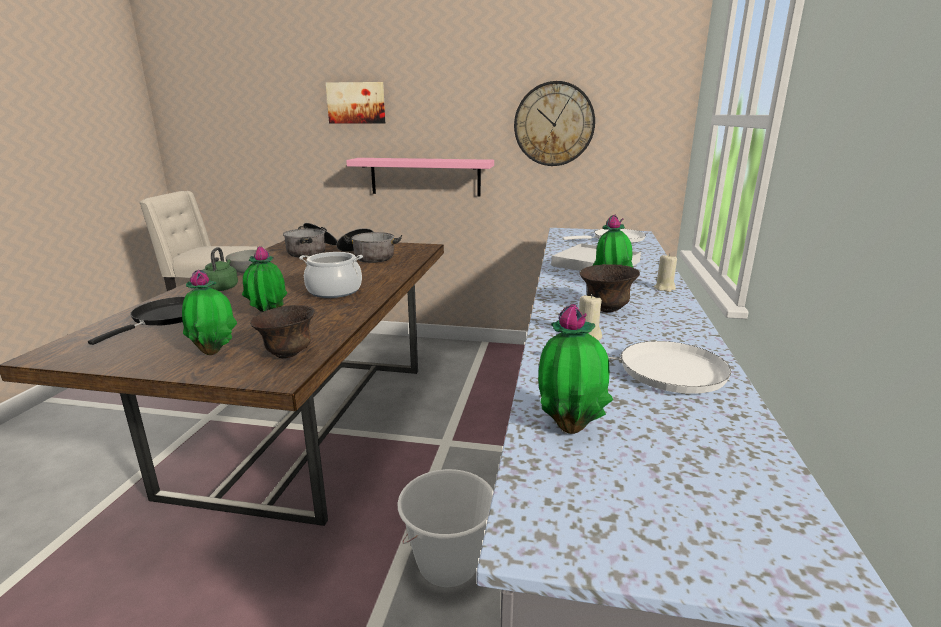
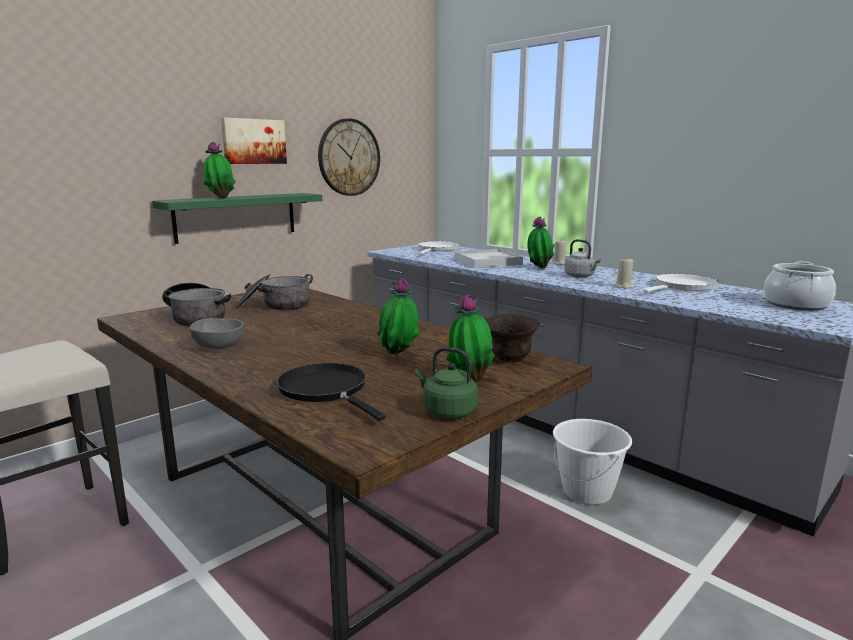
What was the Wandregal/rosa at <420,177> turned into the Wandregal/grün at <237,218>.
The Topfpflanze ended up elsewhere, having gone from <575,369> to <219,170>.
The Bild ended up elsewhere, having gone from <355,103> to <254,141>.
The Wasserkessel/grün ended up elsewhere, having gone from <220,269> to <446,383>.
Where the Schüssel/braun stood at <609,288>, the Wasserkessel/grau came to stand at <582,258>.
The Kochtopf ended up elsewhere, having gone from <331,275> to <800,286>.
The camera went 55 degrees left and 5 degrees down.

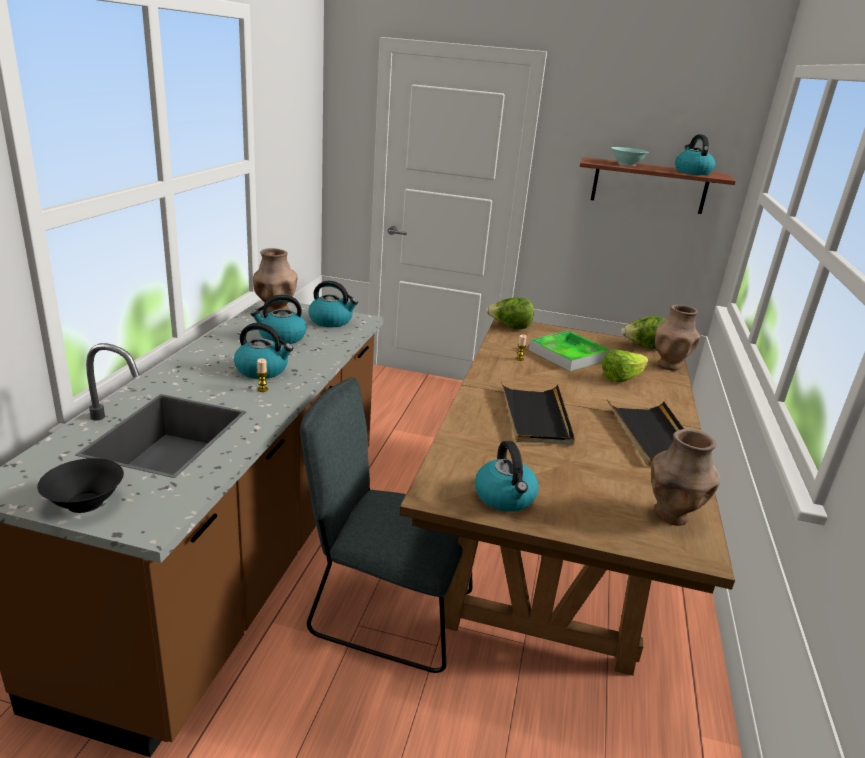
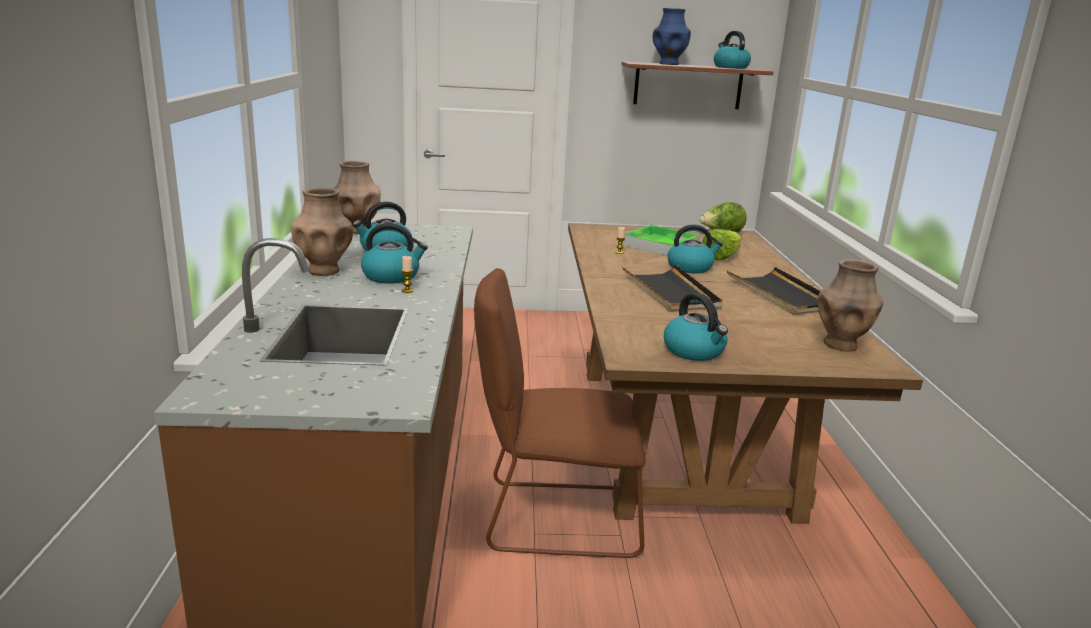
The Vase/braun ended up elsewhere, having gone from <677,338> to <322,232>.
What was the Stuhl/grau at <386,525> turned into the Stuhl/braun at <560,413>.
Where the Schüssel/türkis stood at <630,156>, the Vase/blau came to stand at <672,36>.
The Wasserkessel ended up elsewhere, having gone from <333,304> to <695,249>.
The second view lost the Schüssel/schwarz at <80,485>.
The second view lost the Salatkopf at <510,313>.
The camera went 15 degrees left and 5 degrees down.

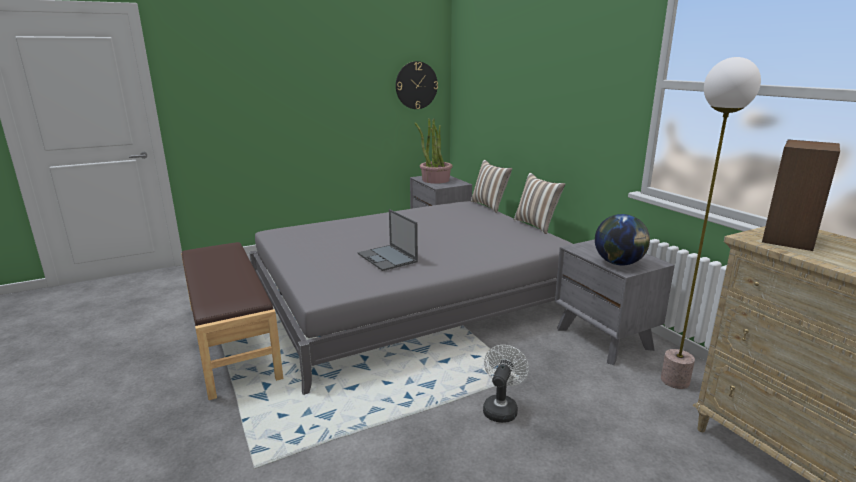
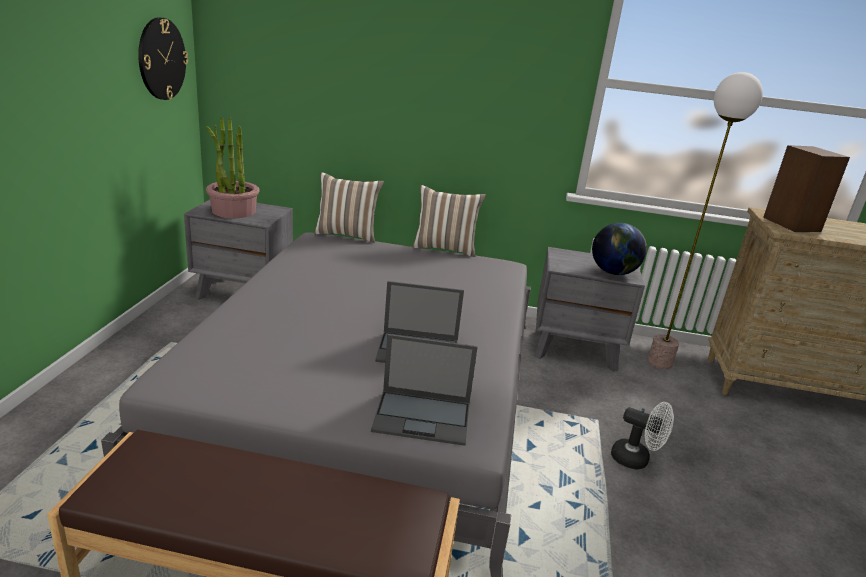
The second view gained the Laptop at <424,390>.
The Ventilator/weiß at <506,384> ended up facing another way, 150 degrees clockwise from before.
The camera went 55 degrees left and 5 degrees up.

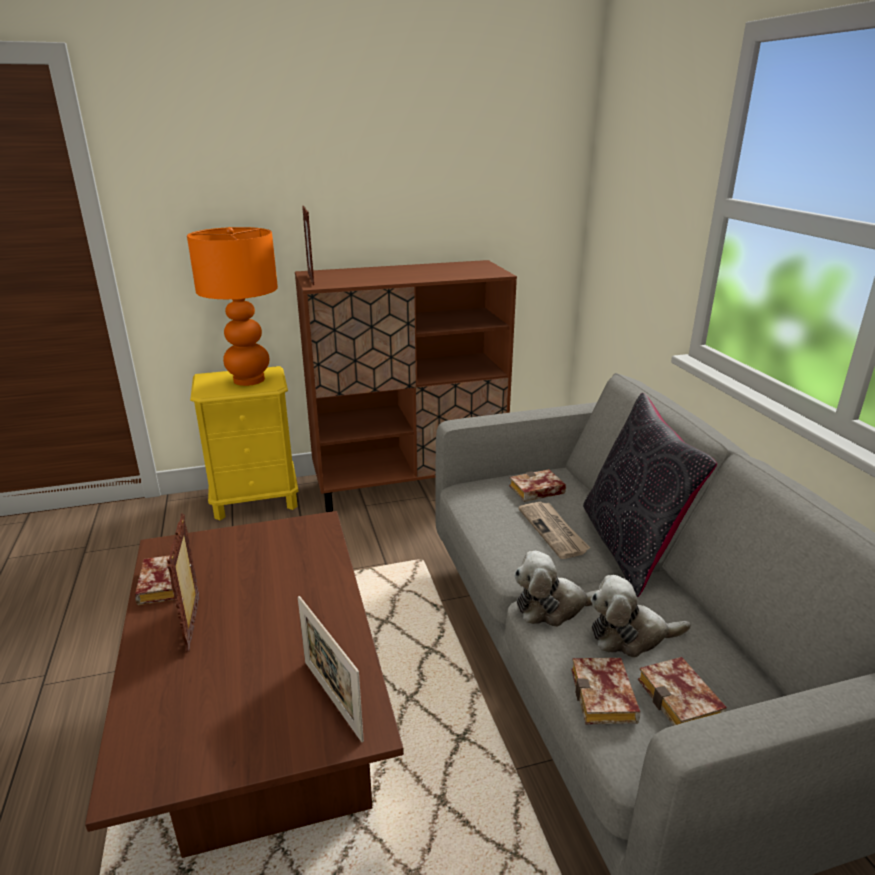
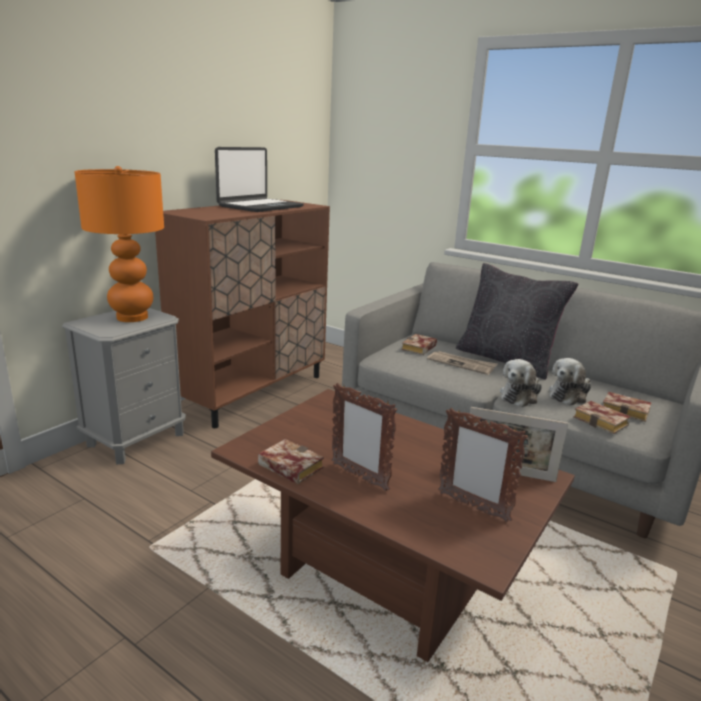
What was the Nachttisch/gelb at <244,443> turned into the Nachttisch/grau at <124,386>.
The second view gained the Laptop at <259,179>.
The Bilderrahmen ended up elsewhere, having gone from <308,245> to <483,465>.
The camera went 40 degrees left and 5 degrees down.

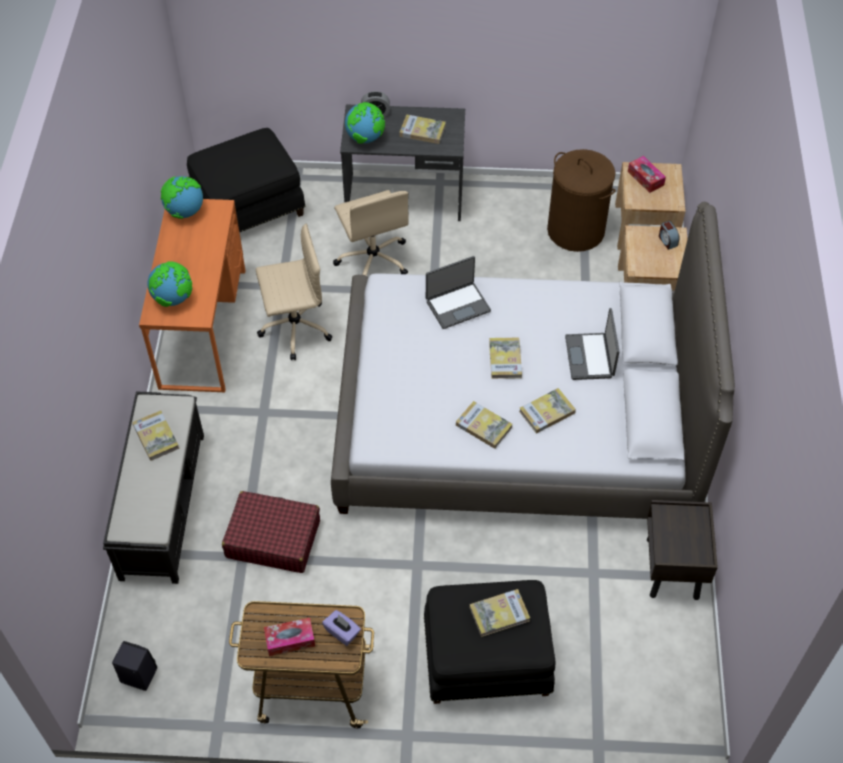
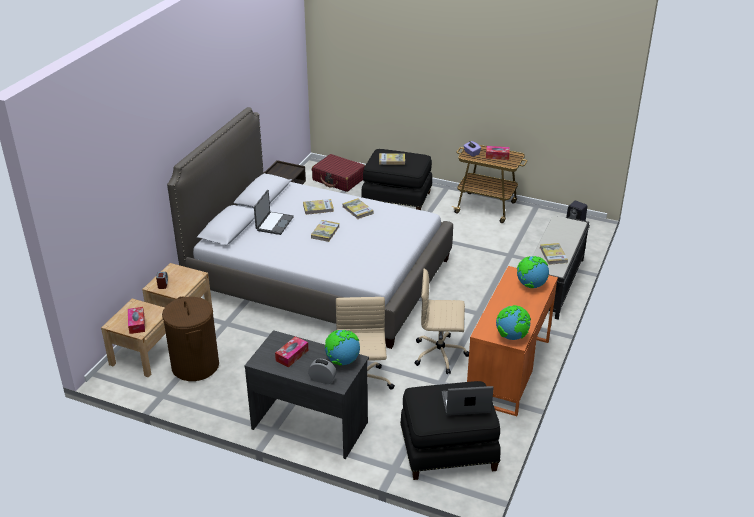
Where the Buch stood at <423,129>, the Taschentuchbox came to stand at <291,351>.
The Koffer/rot ended up elsewhere, having gone from <271,532> to <338,173>.
The Laptop ended up elsewhere, having gone from <458,292> to <468,401>.
The camera went 160 degrees left and 20 degrees down.

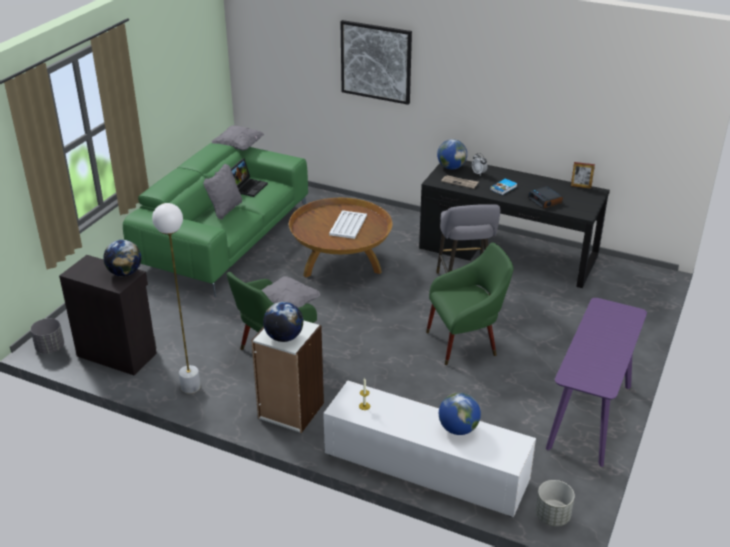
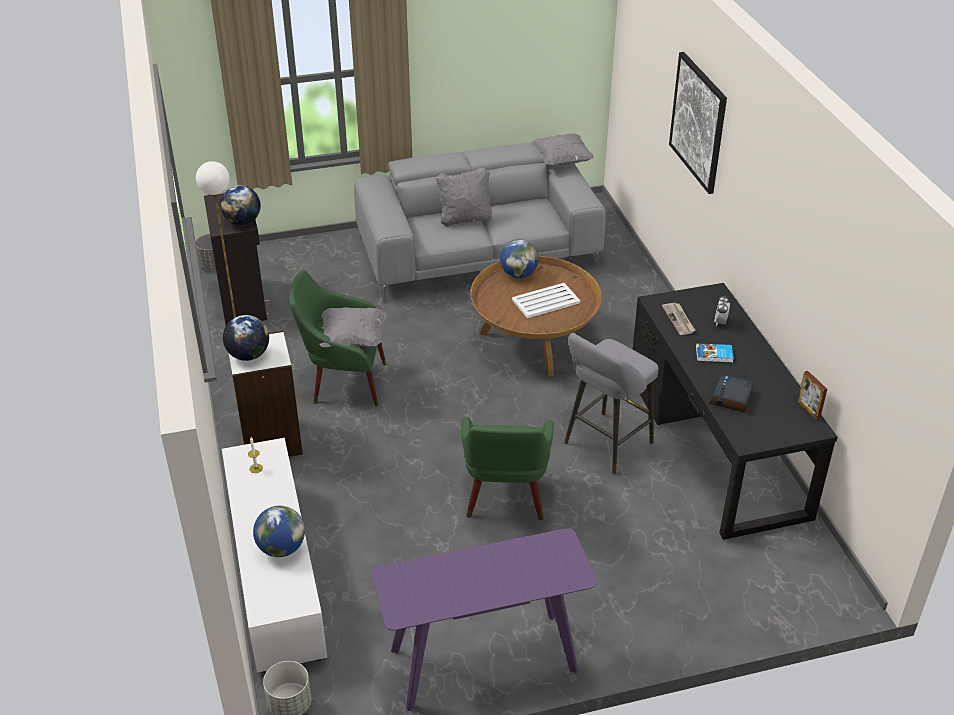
What was the Sofa/grün at <215,220> turned into the Sofa/grau at <480,222>.
The Sessel/grün at <469,303> ended up facing another way, 60 degrees clockwise from before.
The Globus ended up elsewhere, having gone from <452,154> to <519,258>.
The second view lost the Laptop at <249,177>.
The camera went 50 degrees right and 5 degrees up.

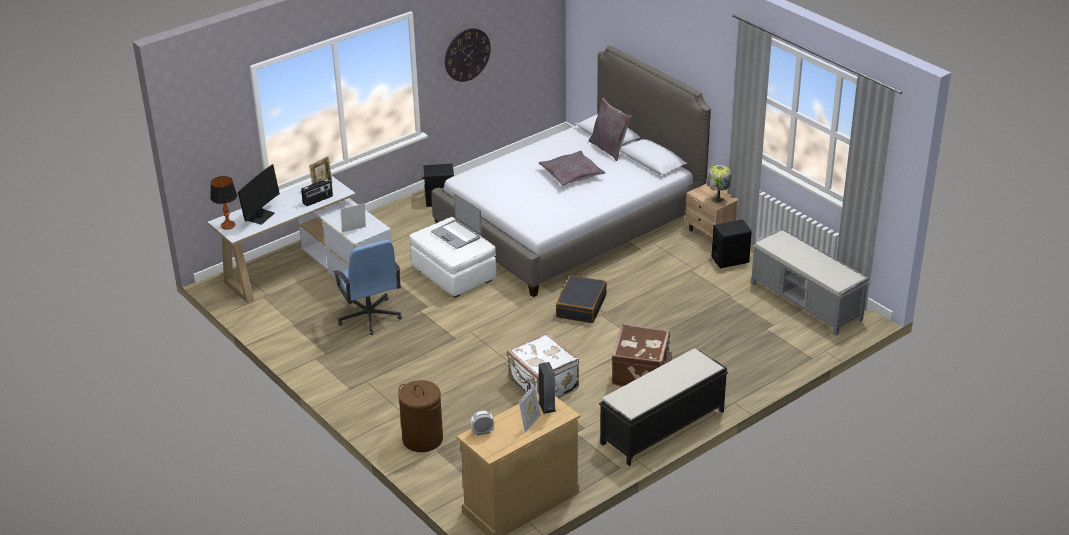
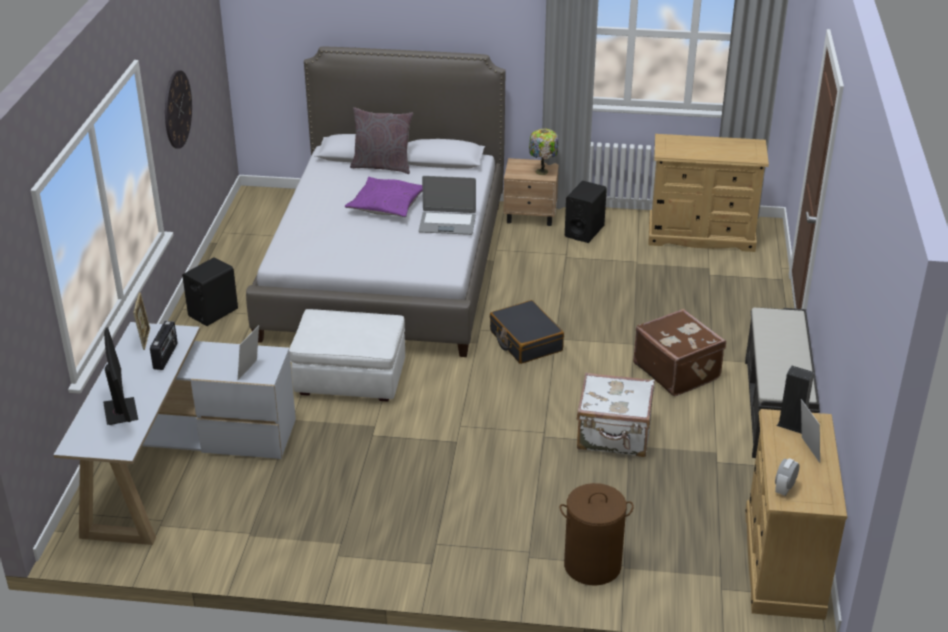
What was the Kissen/grau at <572,168> turned into the Kissen/lila at <383,197>.
The Laptop ended up elsewhere, having gone from <456,221> to <447,205>.
Where the Bank/grau stood at <810,282>, the Kommode/beige came to stand at <708,193>.
The second view lost the Tischlampe at <223,203>.
The second view lost the Bürostuhl/blau at <367,287>.
The camera went 45 degrees left and 0 degrees up.

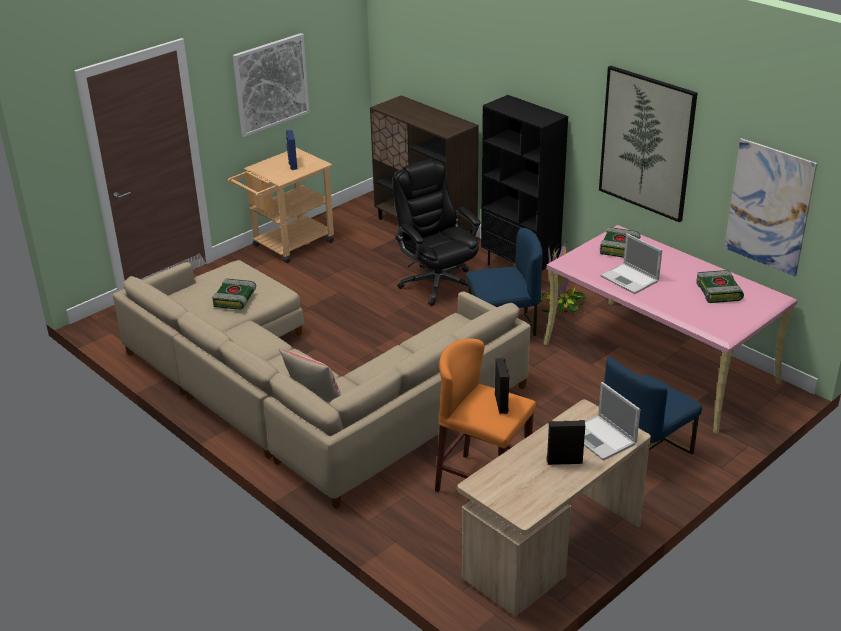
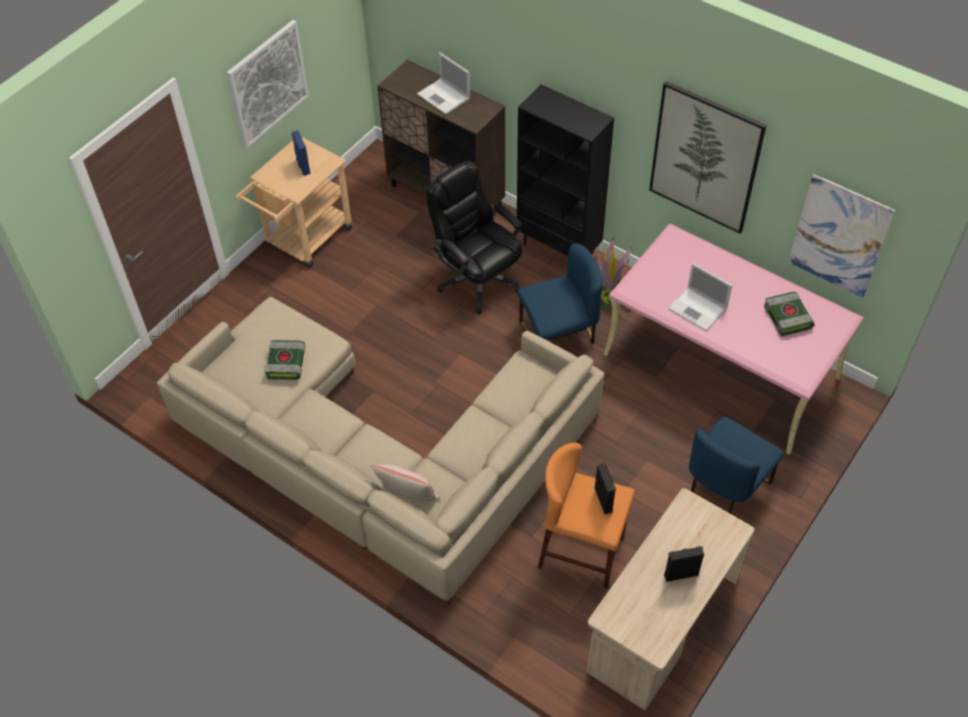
The Laptop ended up elsewhere, having gone from <612,421> to <443,83>.
The second view lost the Buch at <620,242>.
The camera went 10 degrees left and 20 degrees up.

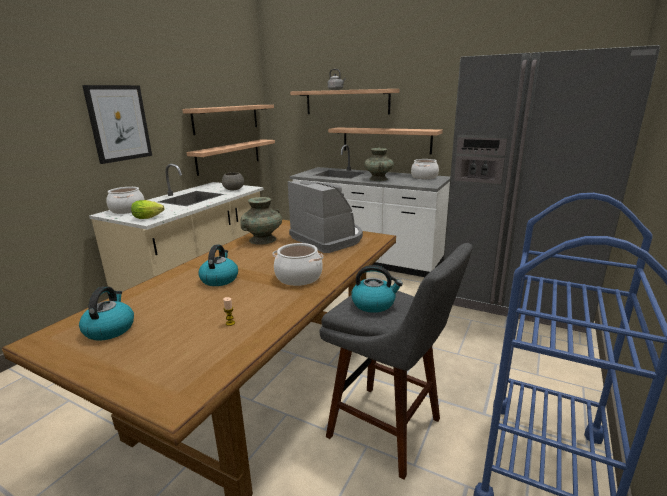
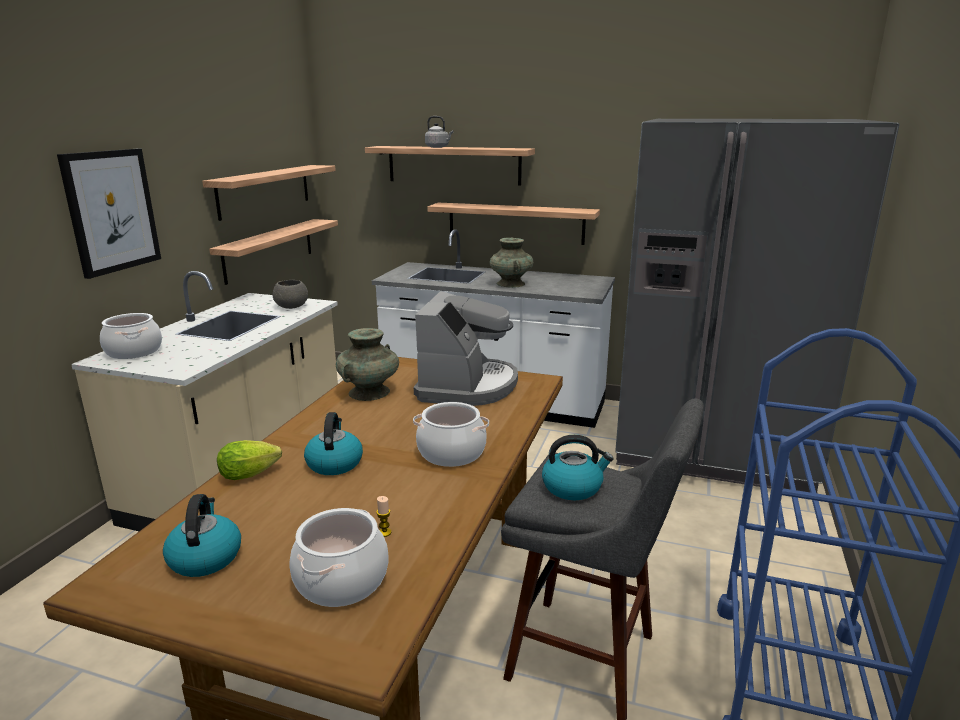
The Salatkopf ended up elsewhere, having gone from <148,209> to <249,460>.
The Kochtopf ended up elsewhere, having gone from <425,169> to <339,557>.
The Kaffeemaschine at <325,217> ended up facing another way, 60 degrees clockwise from before.
The camera went 10 degrees left and 0 degrees up.

